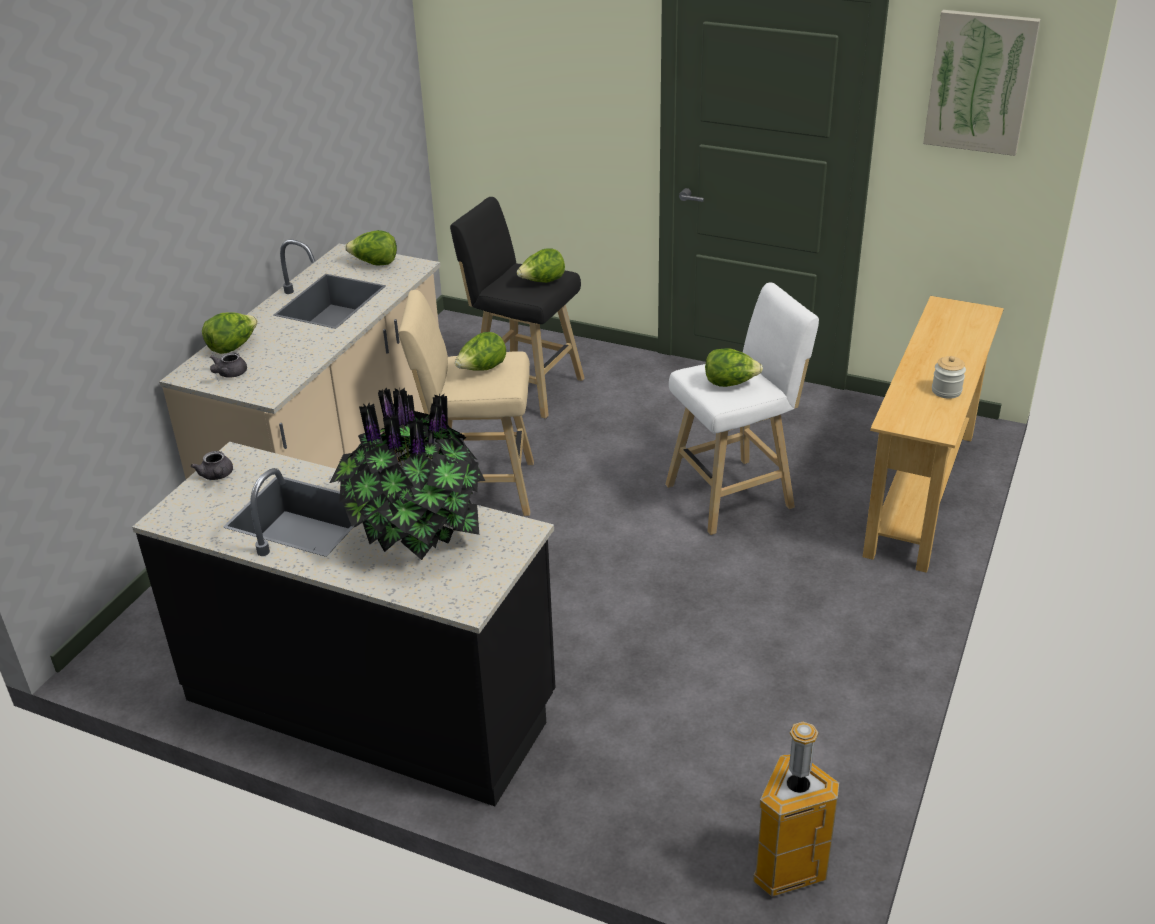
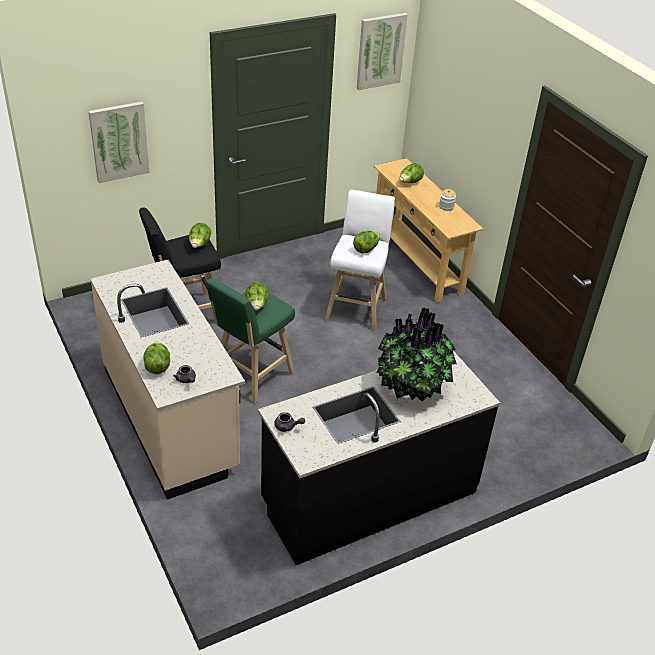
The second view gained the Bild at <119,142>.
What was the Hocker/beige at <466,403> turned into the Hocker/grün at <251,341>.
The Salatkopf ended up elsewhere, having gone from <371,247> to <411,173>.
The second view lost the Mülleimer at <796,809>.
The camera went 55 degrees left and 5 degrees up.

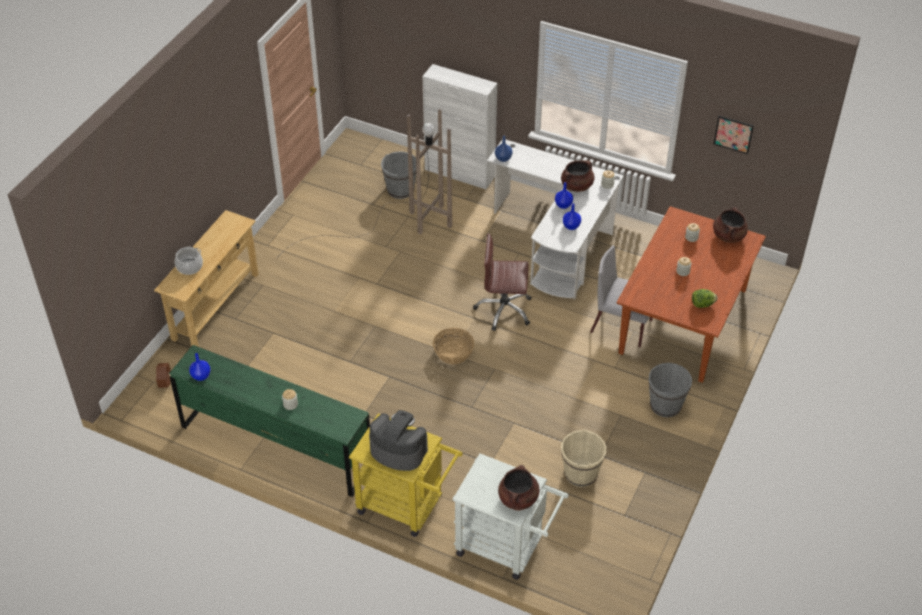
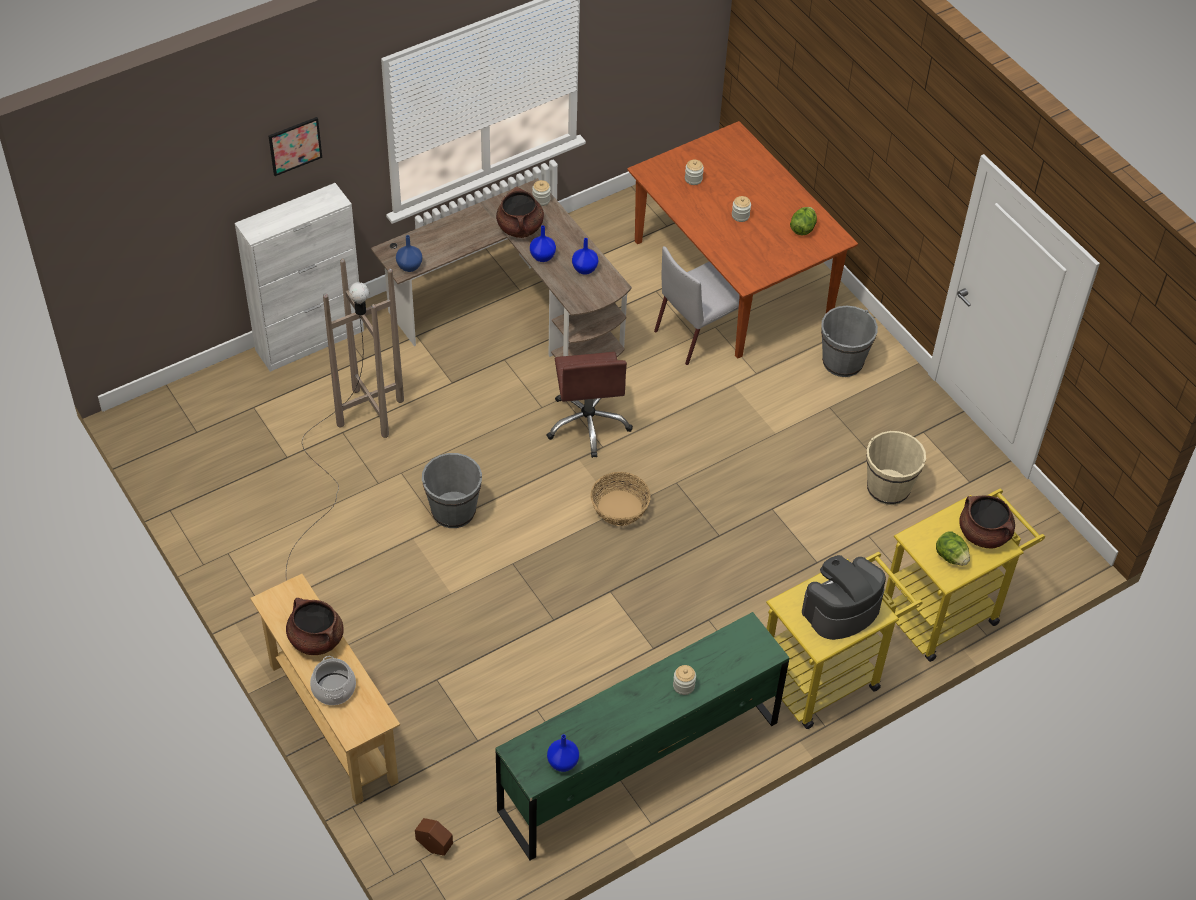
The Bild ended up elsewhere, having gone from <734,135> to <295,146>.
The Kochtopf/braun ended up elsewhere, having gone from <730,225> to <315,626>.
What was the Schreibtisch/weiß at <555,219> turned into the Schreibtisch/braun at <501,268>.
The Eimer/grau ended up elsewhere, having gone from <398,175> to <452,490>.
The Bürostuhl/braun at <502,282> ended up facing another way, 45 degrees counterclockwise from before.
What was the Rollwagen/weiß at <510,516> turned into the Rollwagen/gelb at <965,575>.
The second view gained the Salatkopf at <953,548>.
The camera went 60 degrees left and 5 degrees up.

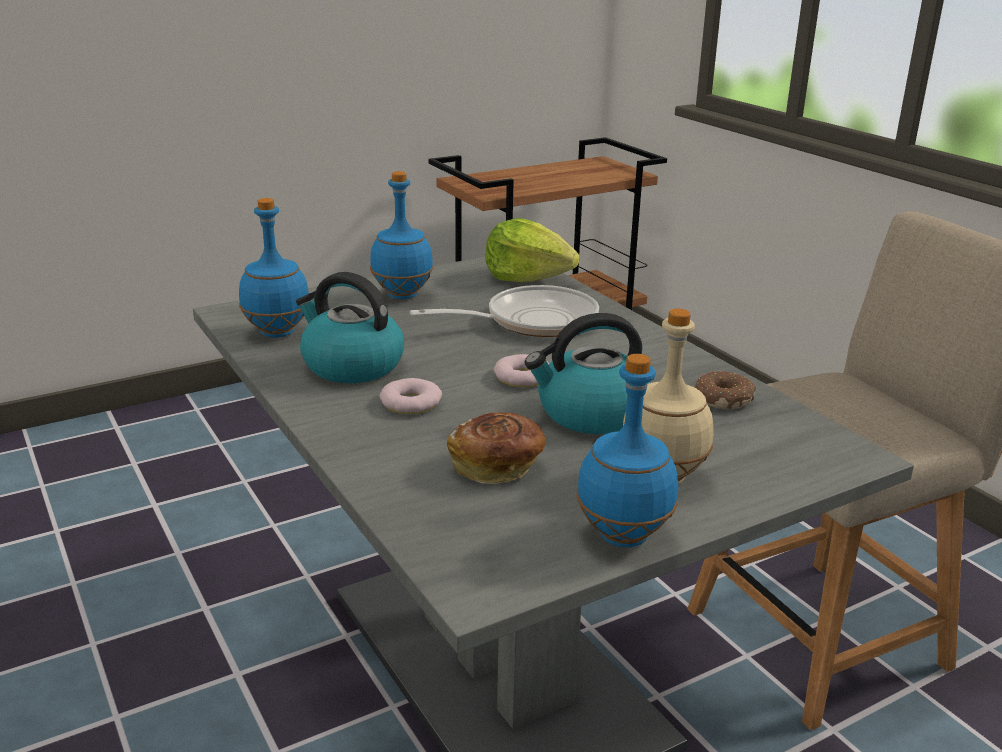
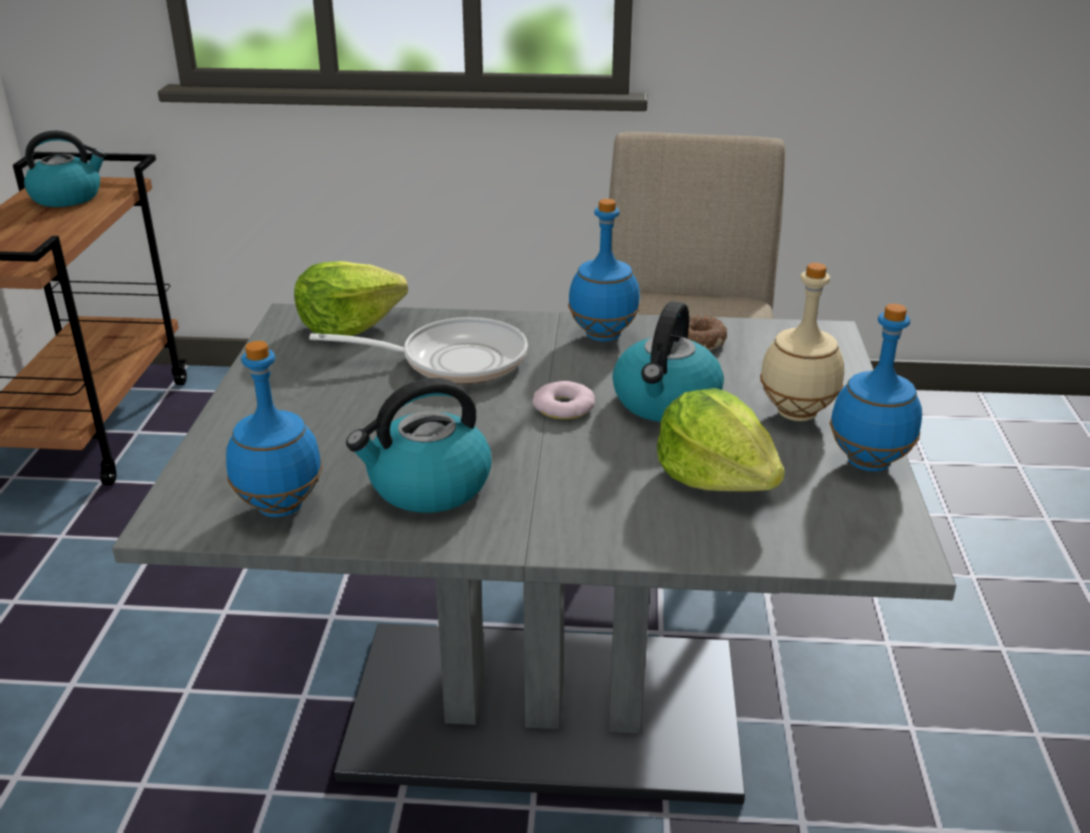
The second view gained the Wasserkessel at <65,169>.
The Pfanne at <504,311> ended up facing another way, 75 degrees clockwise from before.
The Flasche/blau ended up elsewhere, having gone from <401,235> to <604,270>.
Where the Brot stood at <496,448>, the Salatkopf came to stand at <721,439>.
The second view lost the Donut at <410,396>.
The camera went 55 degrees left and 5 degrees up.

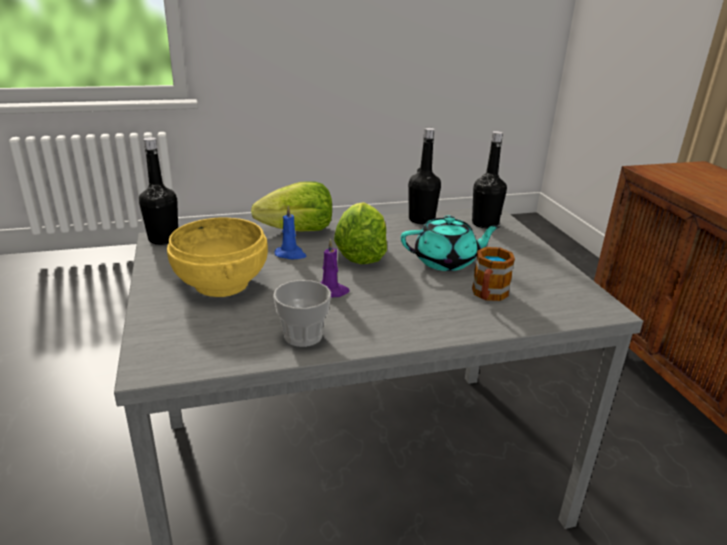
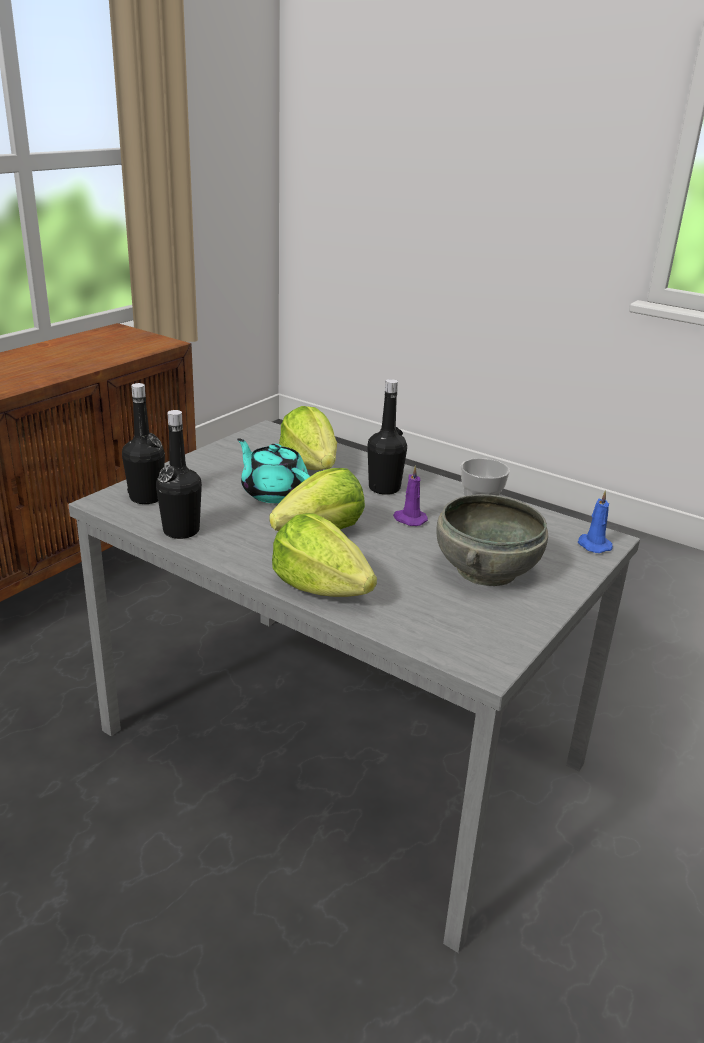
Where the Henkelbecher stood at <493,274>, the Salatkopf came to stand at <308,438>.
The Flasche/schwarz ended up elsewhere, having gone from <158,191> to <387,437>.
What was the Schüssel/gelb at <217,257> turned into the Schüssel/grau at <492,540>.
The Kerze/blau ended up elsewhere, having gone from <290,232> to <595,521>.
The camera went 130 degrees left and 0 degrees up.

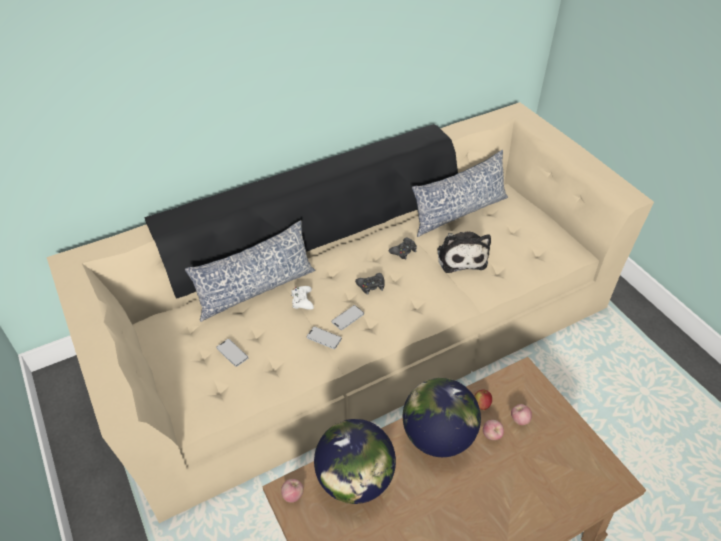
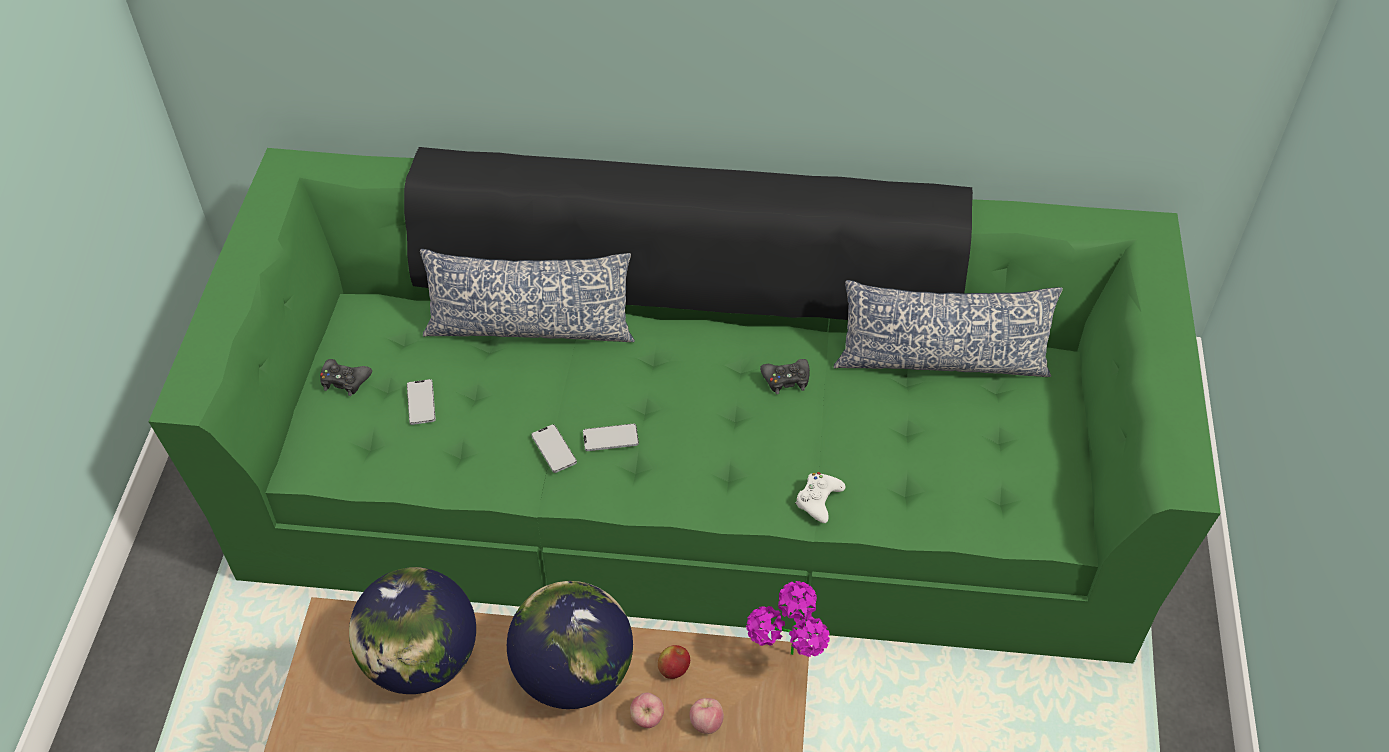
What was the Sofa/beige at <350,312> turned into the Sofa/grün at <684,405>.
The Gamepad/schwarz ended up elsewhere, having gone from <370,284> to <346,377>.
The second view gained the Topfpflanze at <788,619>.
The Gamepad/weiß ended up elsewhere, having gone from <302,298> to <820,497>.
The second view lost the Apfel at <292,491>.
The second view lost the Plüschtier at <464,252>.
The camera went 35 degrees right and 5 degrees up.

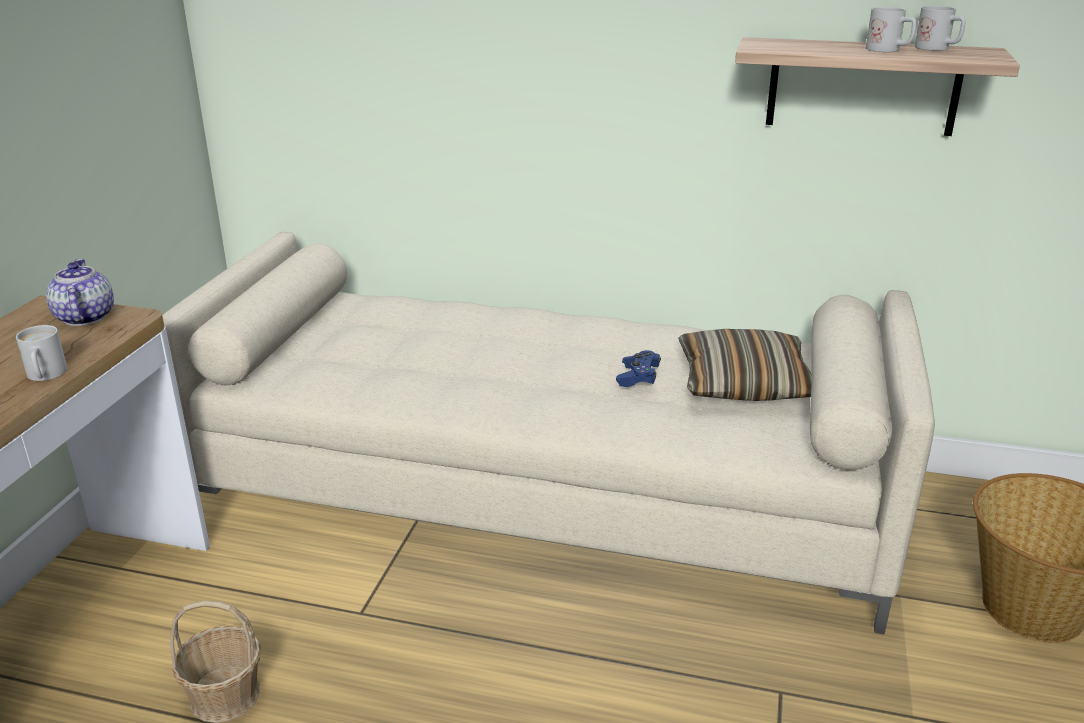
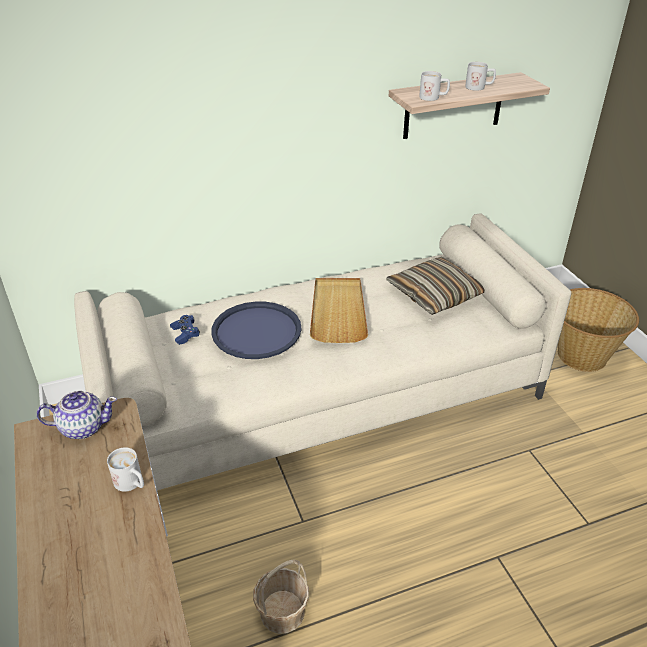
The Teekanne at <80,292> ended up facing another way, 135 degrees clockwise from before.
The Gamepad/blau ended up elsewhere, having gone from <638,368> to <185,330>.
The second view gained the Tablett/blau at <256,330>.
The second view gained the Tablett/beige at <339,310>.
The Henkelbecher/weiß ended up elsewhere, having gone from <940,28> to <434,86>.
The camera went 35 degrees left and 10 degrees up.

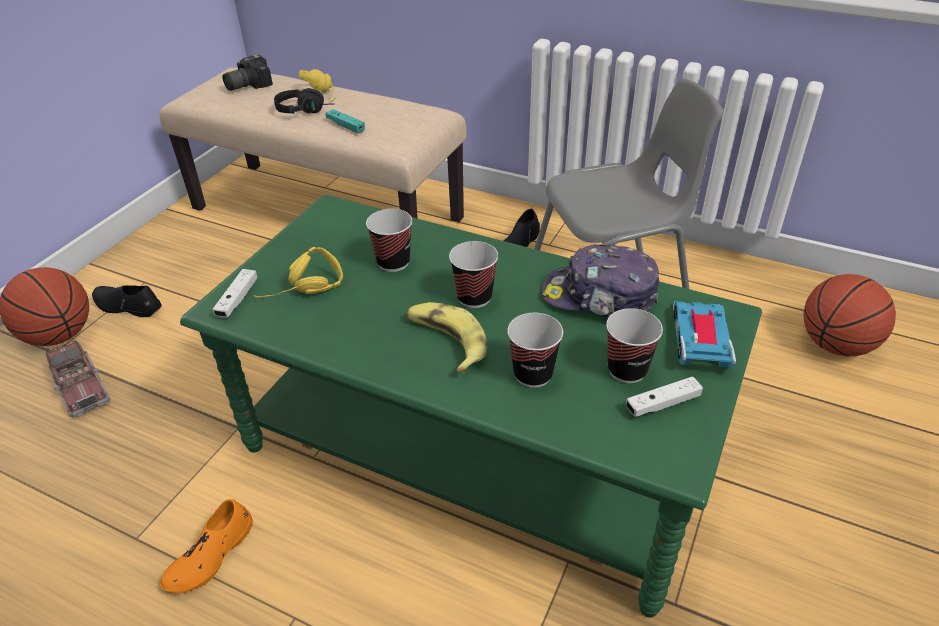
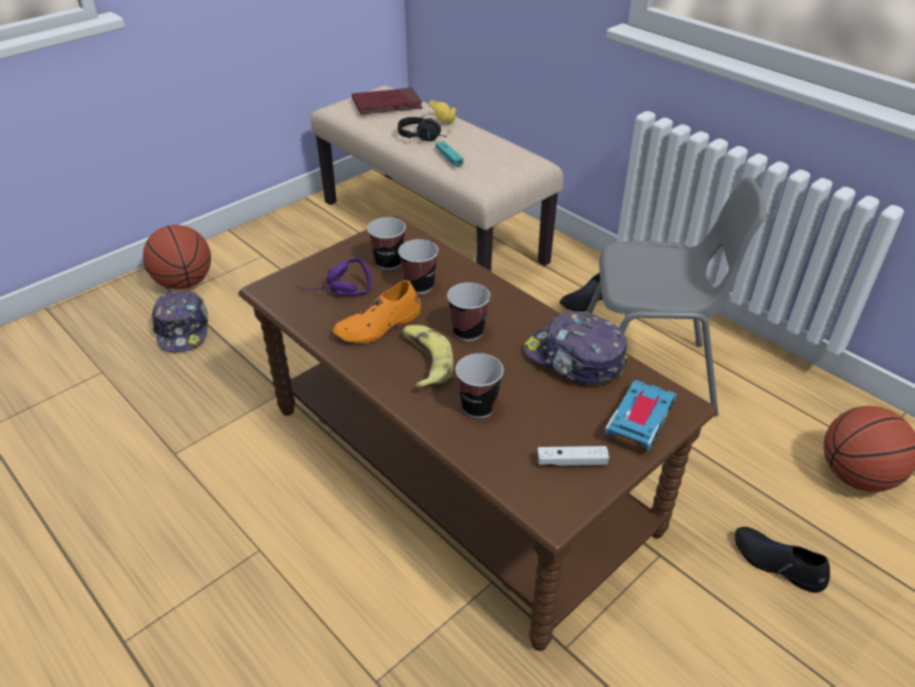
Where the Spielzeuglaster stood at <78,378>, the Kappe came to stand at <180,321>.
What was the Couchtisch/grün at <471,406> turned into the Couchtisch/braun at <477,433>.
What was the Kopfhörer/gelb at <298,271> turned into the Kopfhörer/lila at <334,276>.
The Schuh/orange ended up elsewhere, having gone from <206,546> to <377,311>.
Where the Kamera stood at <247,72>, the Buch/rot came to stand at <387,101>.
The Tasse ended up elsewhere, having gone from <634,345> to <386,243>.
The Schuh/schwarz ended up elsewhere, having gone from <127,301> to <782,560>.
The second view lost the Gamepad/weiß at <234,293>.
The camera went 20 degrees right and 0 degrees up.

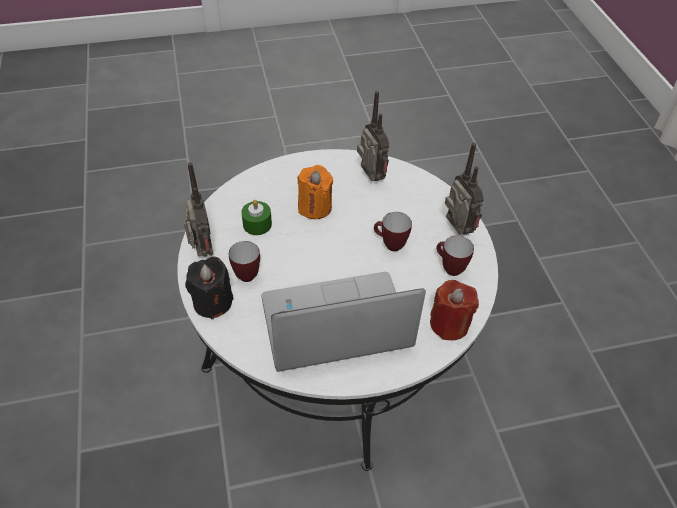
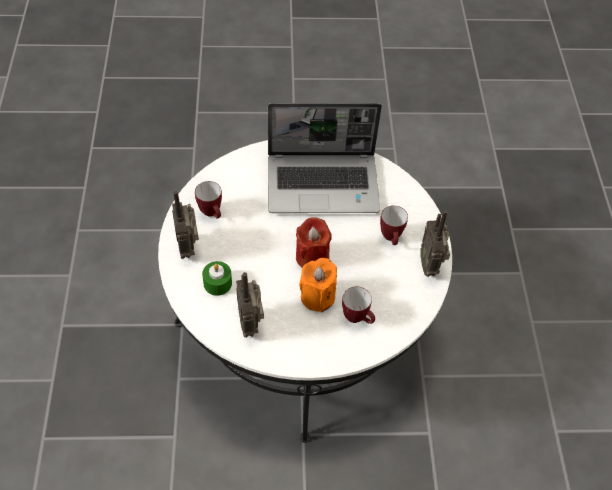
The Kerze/grün ended up elsewhere, having gone from <256,217> to <217,278>.
The Kerze/rot ended up elsewhere, having gone from <454,310> to <314,242>.
The Henkelbecher ended up elsewhere, having gone from <393,232> to <358,305>.
The second view lost the Kerze/schwarz at <209,288>.
The camera went 170 degrees left and 5 degrees up.

